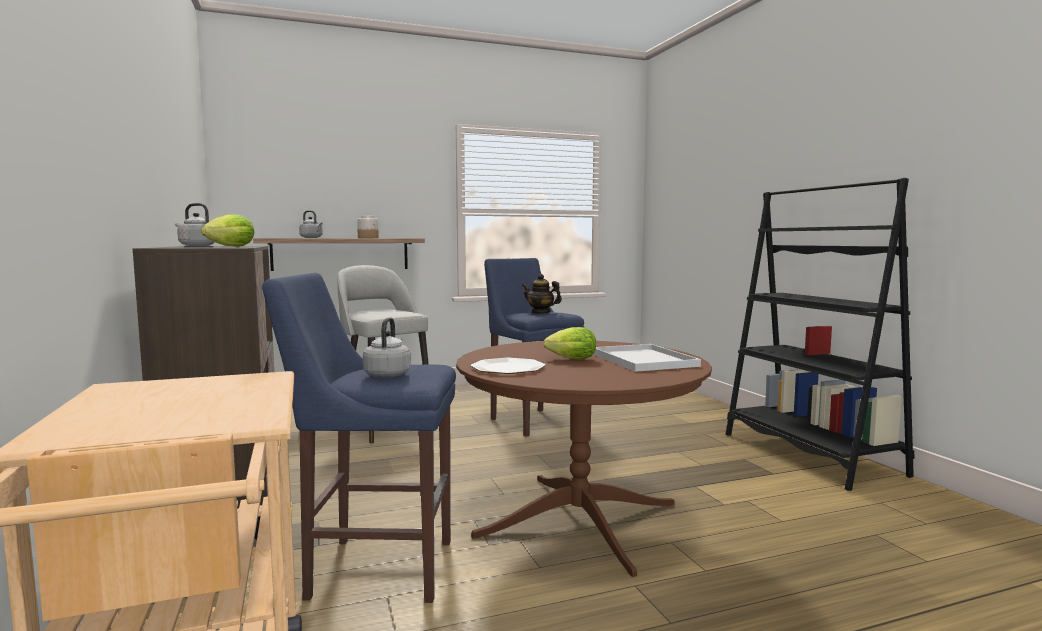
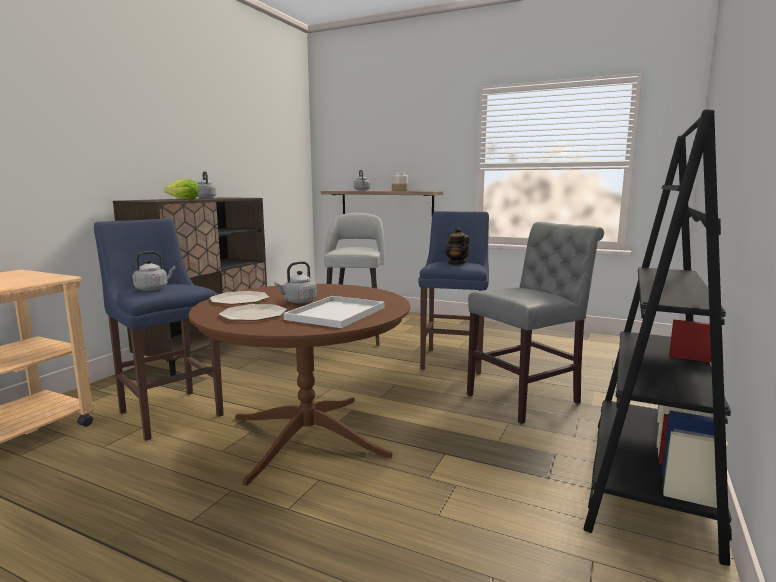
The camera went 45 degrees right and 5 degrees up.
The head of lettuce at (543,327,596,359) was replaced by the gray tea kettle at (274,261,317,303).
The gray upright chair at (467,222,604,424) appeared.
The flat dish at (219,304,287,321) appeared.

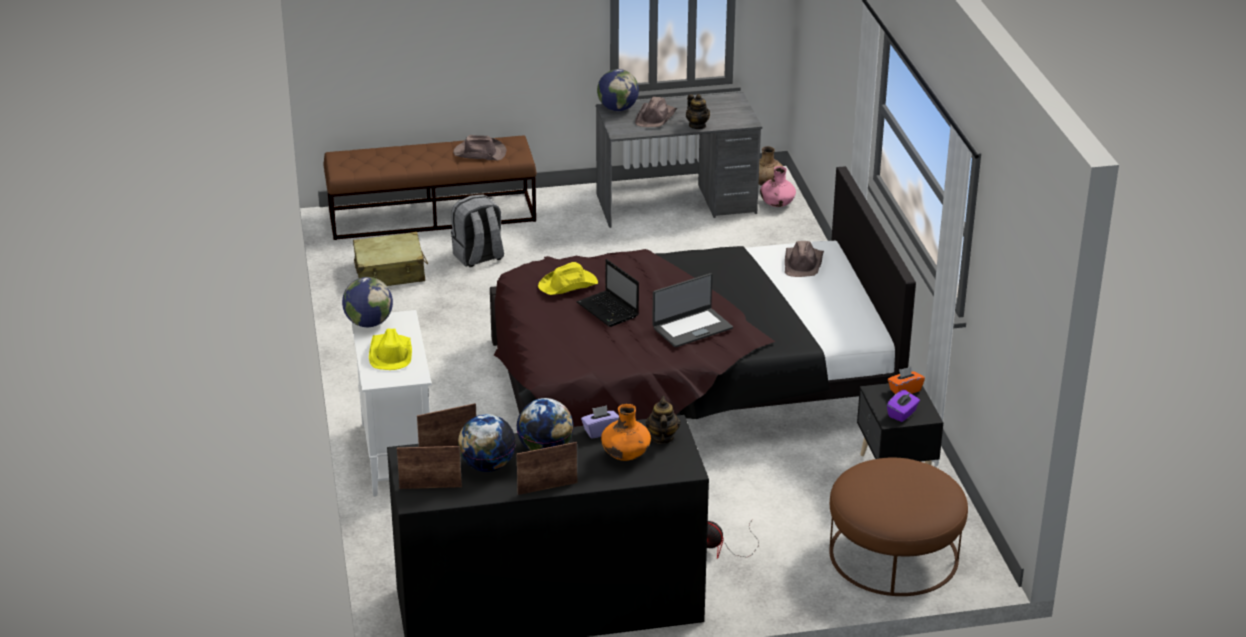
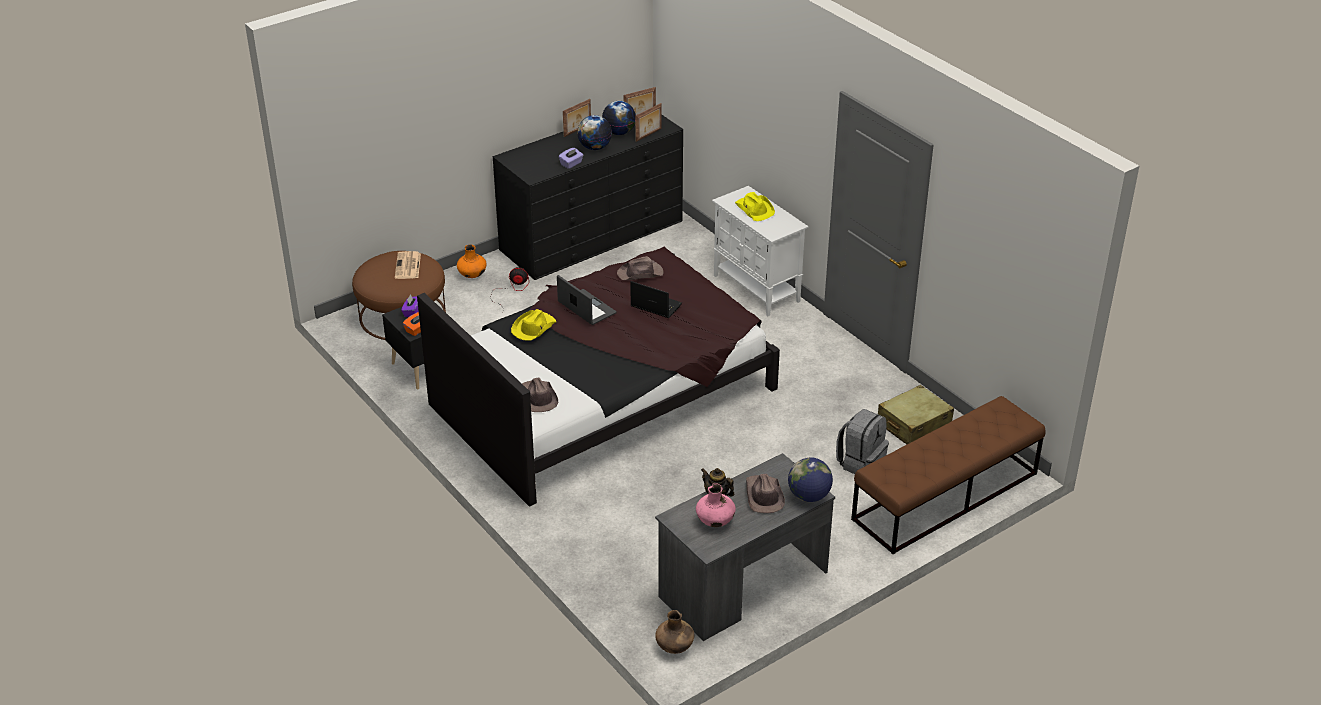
The camera went 155 degrees right and 5 degrees up.
The brown-coloured clothing hat moved from (453,135,506,160) to (617,256,664,280).
The pink-coloured vase moved from (760,166,796,207) to (696,483,736,527).
The yellow-coloured clothing hat moved from (538,262,598,295) to (511,309,556,341).
The laptop at (652,273,733,347) turned 105 degrees clockwise.
The desk globe at (342,277,393,327) disappeared.
The tea pot at (645,396,681,444) disappeared.
The orange vase moved from (601,404,651,461) to (457,245,486,278).
The newspaper at (395,251,421,279) appeared.

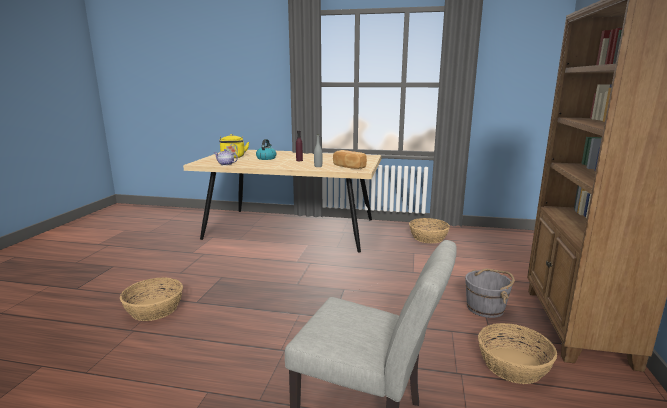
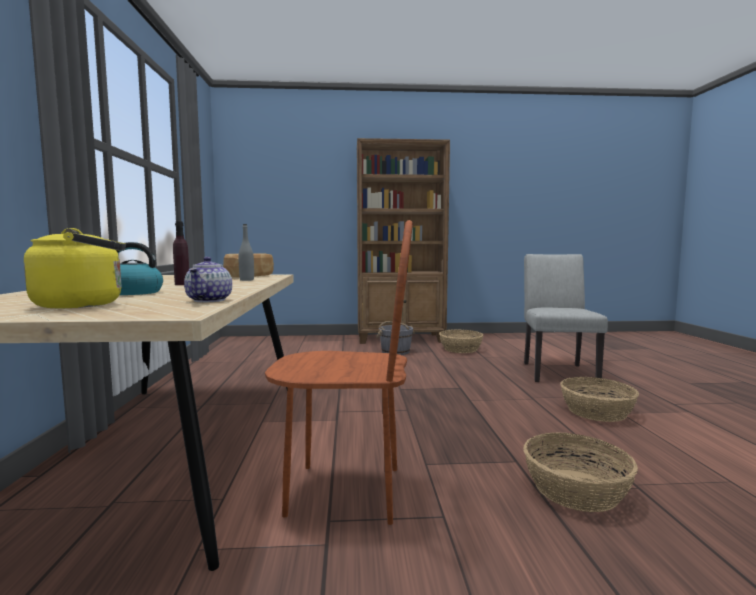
The camera went 105 degrees left and 10 degrees down.
The household basket moved from (409,218,450,243) to (560,377,639,422).
The brown-coloured upright chair at (265,220,413,525) appeared.

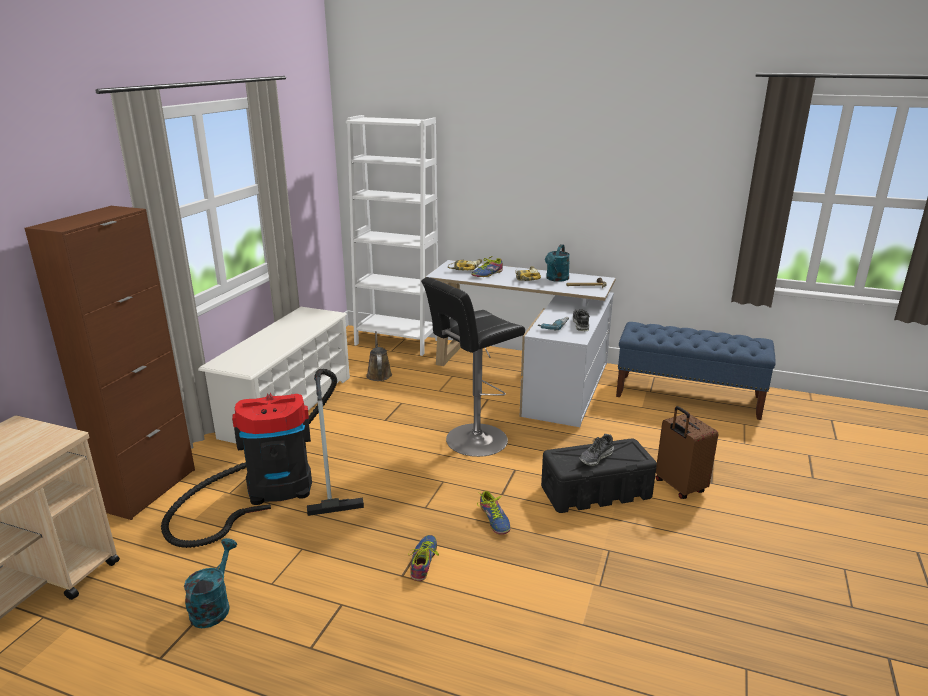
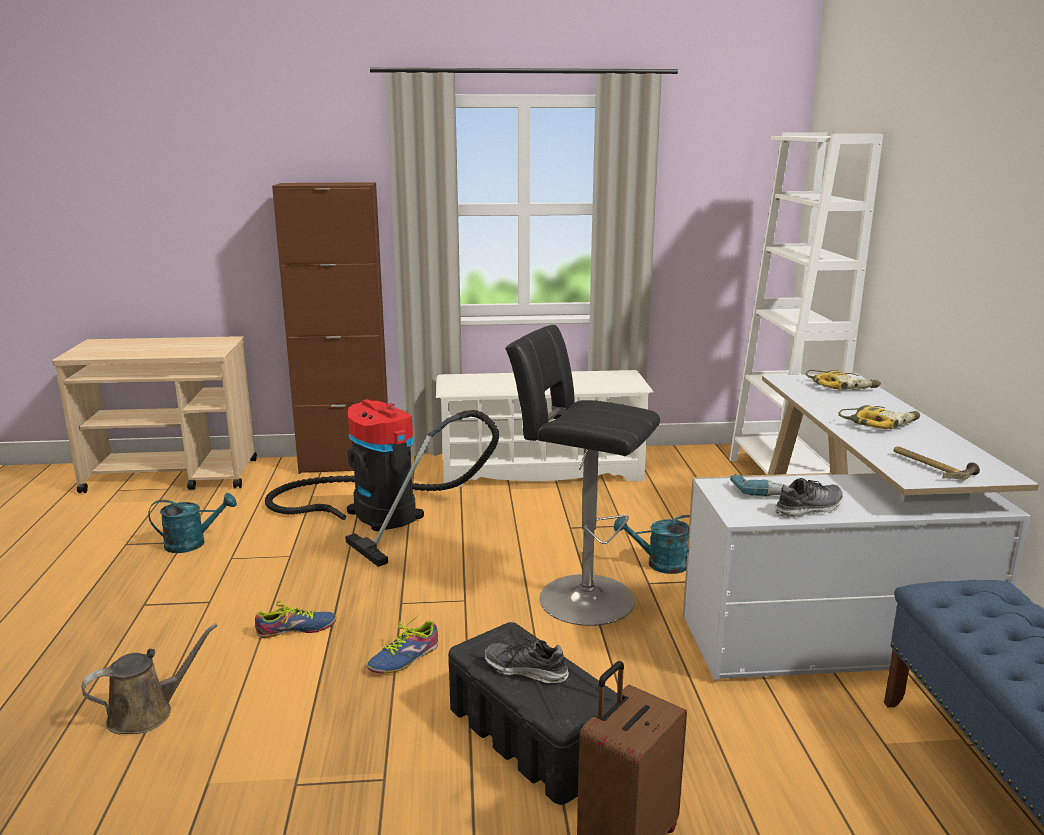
The camera went 65 degrees right and 5 degrees down.
The turquoise-coloured watering can moved from (545,244,570,282) to (614,515,690,574).
The item of footwear at (471,255,503,277) disappeared.
The brown-coloured watering can moved from (366,331,392,381) to (81,623,217,734).

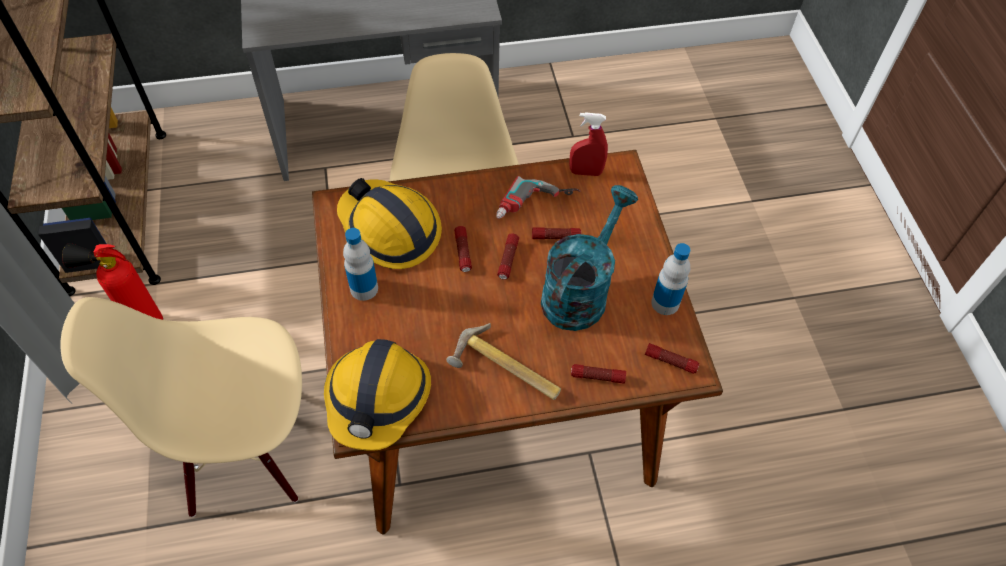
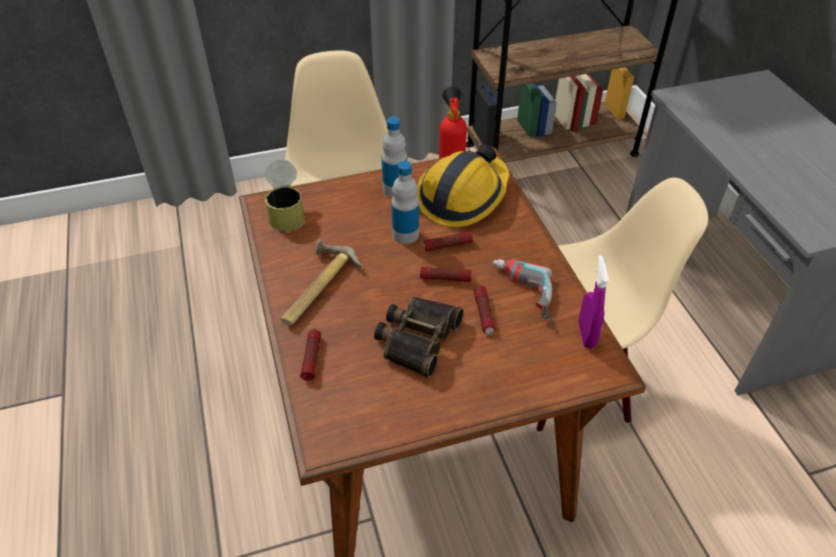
The camera went 85 degrees right and 10 degrees down.
The red hand sprayer at (569,112,608,176) became the purplish hand sprayer at (578,255,609,349).
The turquoise-coloured watering can at (541,185,638,331) was replaced by the field glasses at (374,297,464,378).
The drink bottle moved from (651,243,690,315) to (392,161,419,244).
The hard hat at (324,339,431,451) was replaced by the sealed can at (265,160,305,231).
The torch at (645,343,699,374) disappeared.

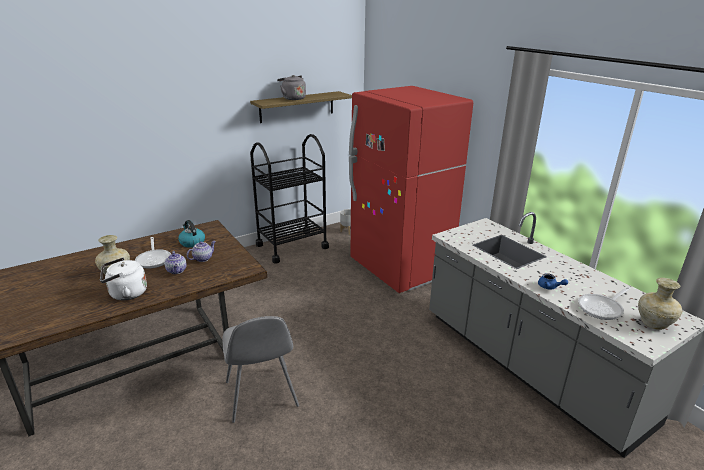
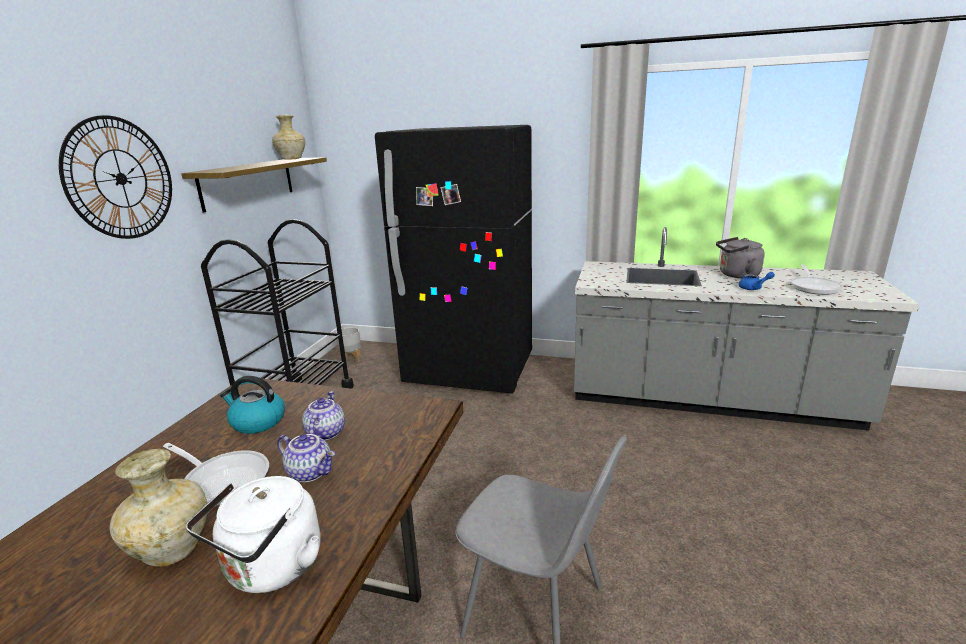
The camera went 40 degrees left and 5 degrees down.
The gray tea kettle moved from (277,75,306,100) to (716,237,765,278).
The red refrigerator at (349,86,473,293) became the black refrigerator at (375,125,532,394).
The beige-coloured vase moved from (638,278,682,330) to (272,115,305,160).
The wall clock at (59,115,172,239) appeared.

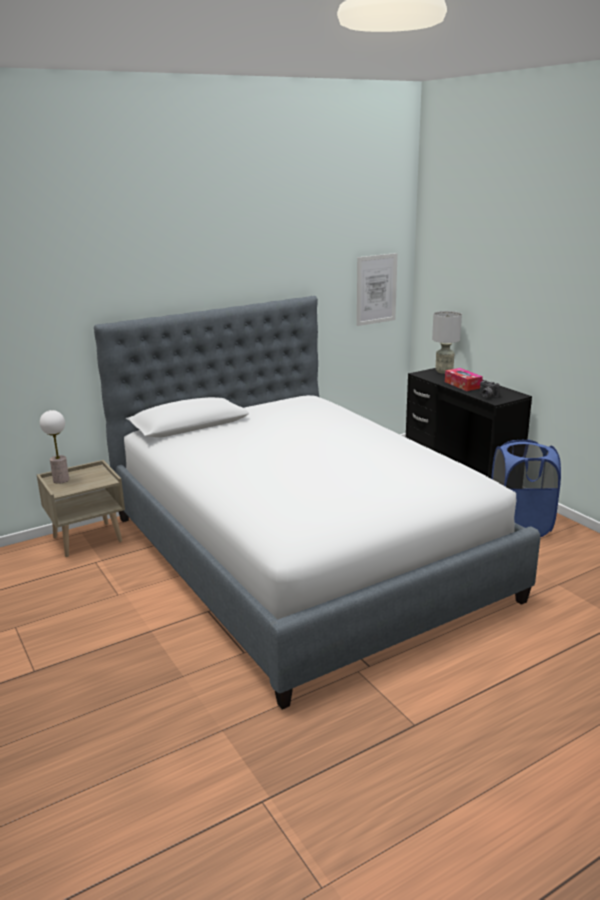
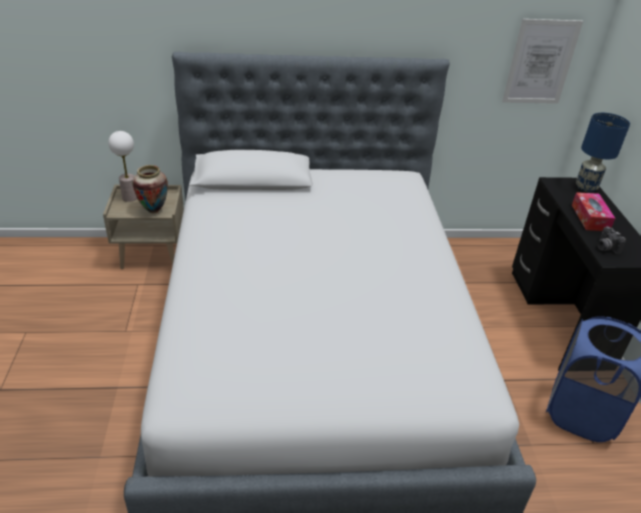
The camera went 25 degrees right and 15 degrees up.
The gray lamp for a table at (432,311,462,374) became the bluish lamp for a table at (576,113,630,192).
The vase at (132,165,168,213) appeared.

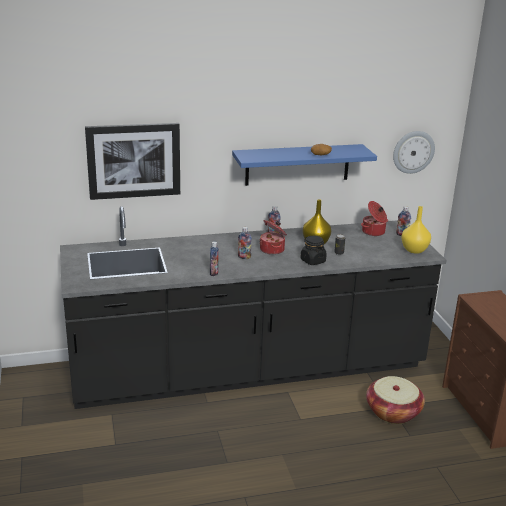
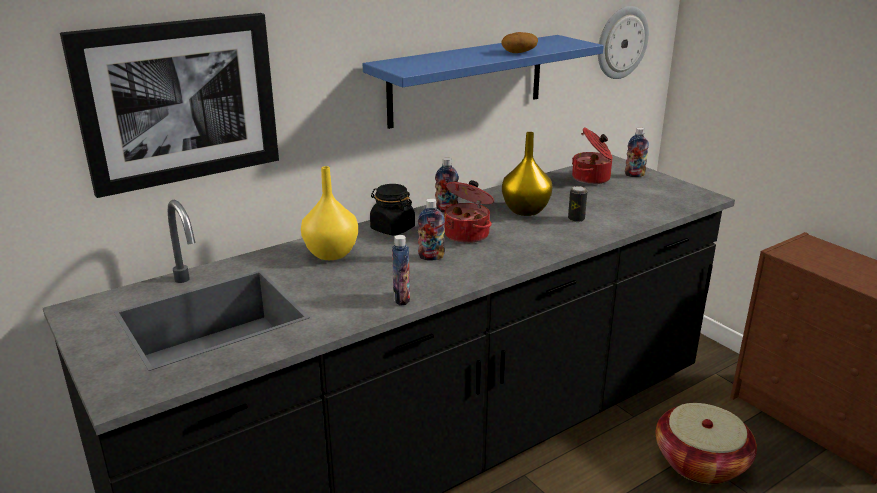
The camera went 20 degrees left and 0 degrees up.
The yellow-coloured vase moved from (401,206,431,254) to (301,166,358,260).
The black storage jar moved from (300,236,327,265) to (370,184,415,235).

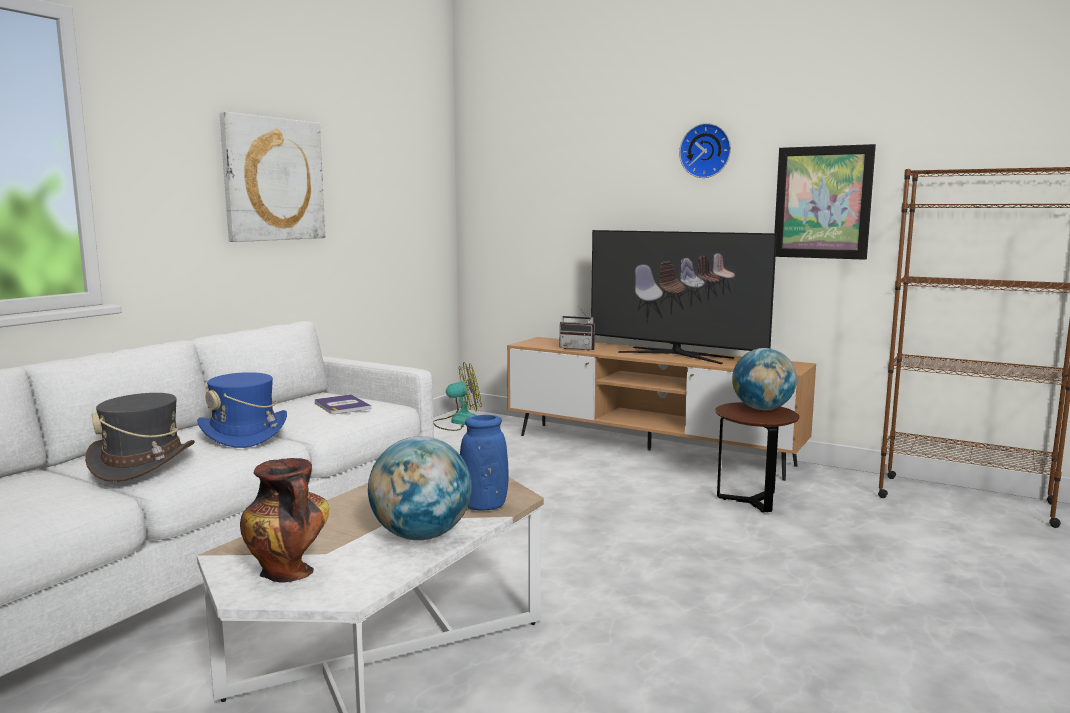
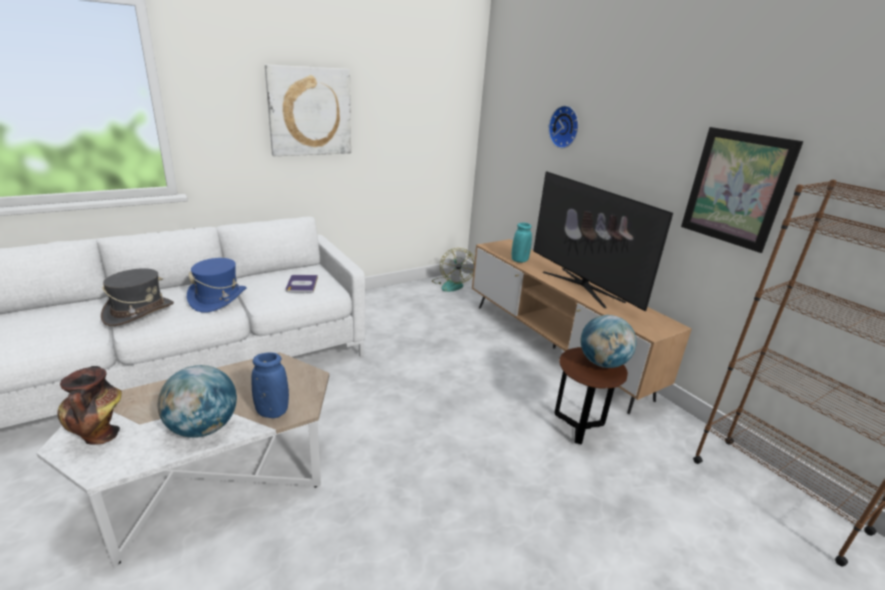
The camera went 25 degrees right and 15 degrees up.
The wall clock moved from (679,123,731,178) to (548,105,579,148).
The radio at (560,306,596,351) was replaced by the turquoise-coloured vase at (512,223,532,263).
The fan at (434,362,482,431) turned 75 degrees clockwise.

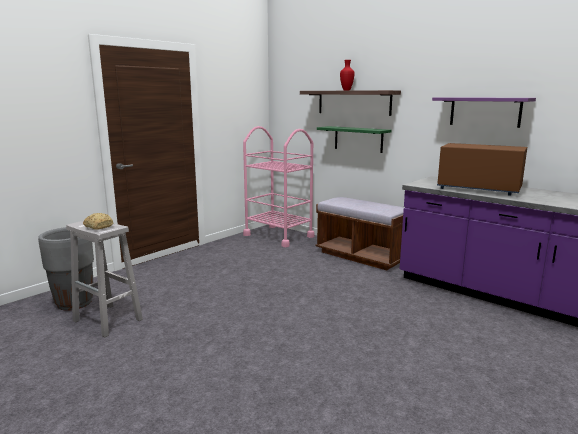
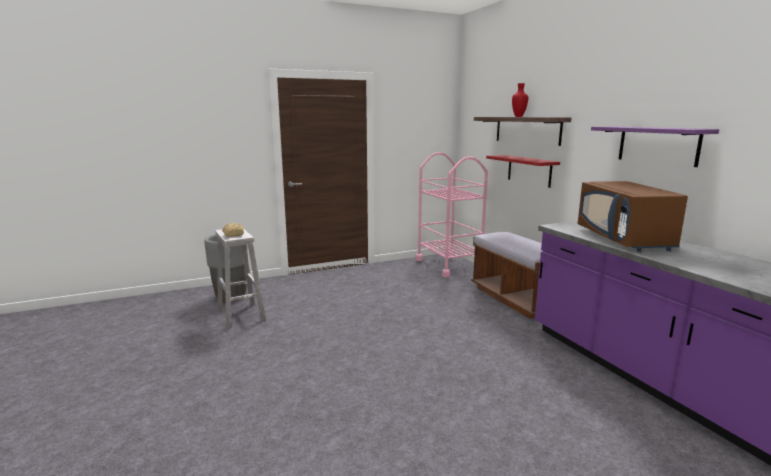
The camera went 25 degrees right and 0 degrees up.
The green-coloured shelf at (317,126,392,153) became the red shelf at (486,155,560,188).
The brown-coloured kitchen microwave at (437,143,527,196) turned 150 degrees counterclockwise.

